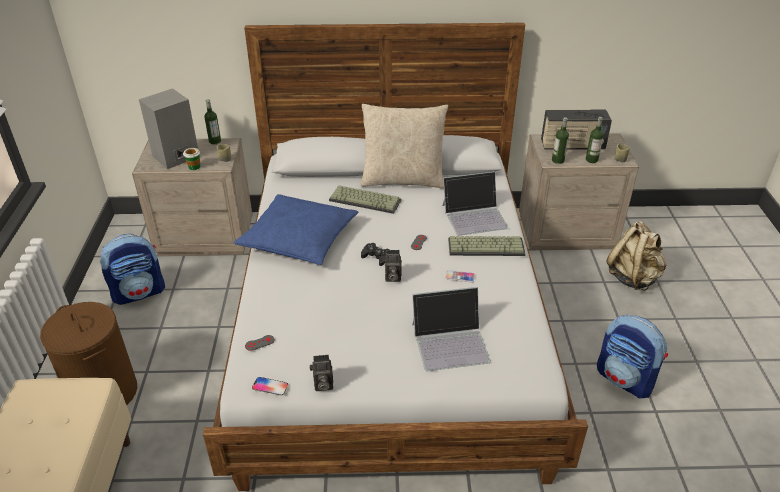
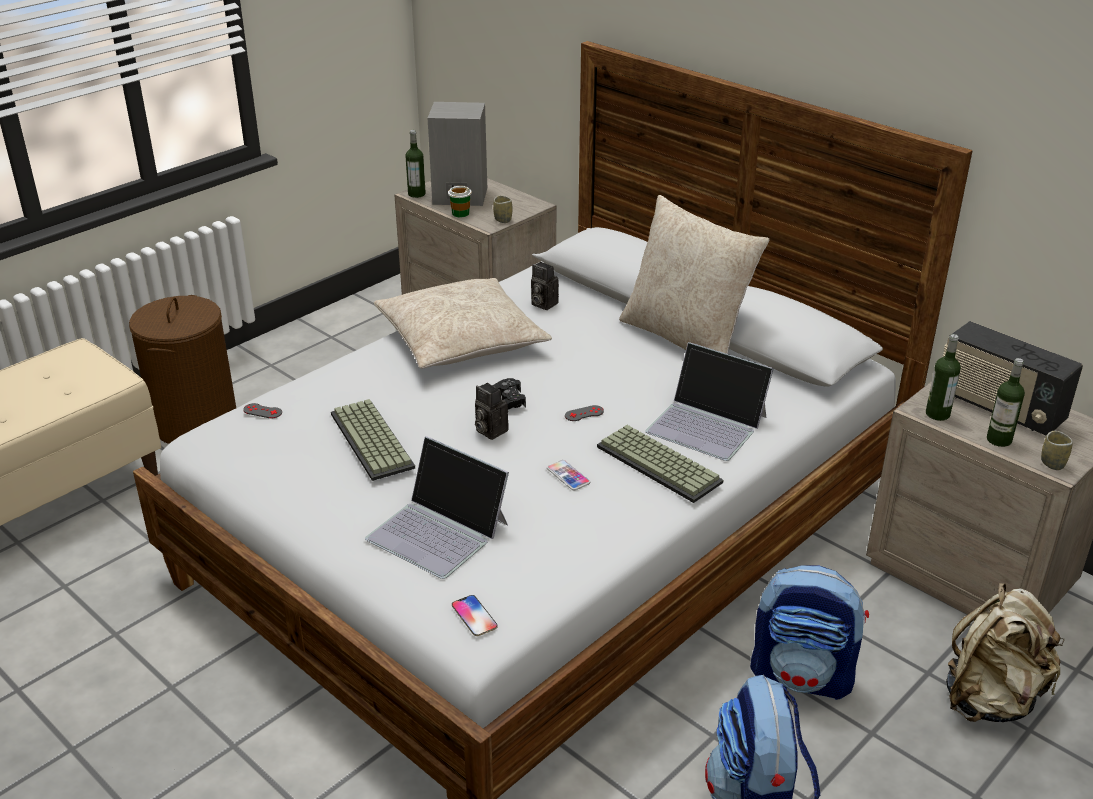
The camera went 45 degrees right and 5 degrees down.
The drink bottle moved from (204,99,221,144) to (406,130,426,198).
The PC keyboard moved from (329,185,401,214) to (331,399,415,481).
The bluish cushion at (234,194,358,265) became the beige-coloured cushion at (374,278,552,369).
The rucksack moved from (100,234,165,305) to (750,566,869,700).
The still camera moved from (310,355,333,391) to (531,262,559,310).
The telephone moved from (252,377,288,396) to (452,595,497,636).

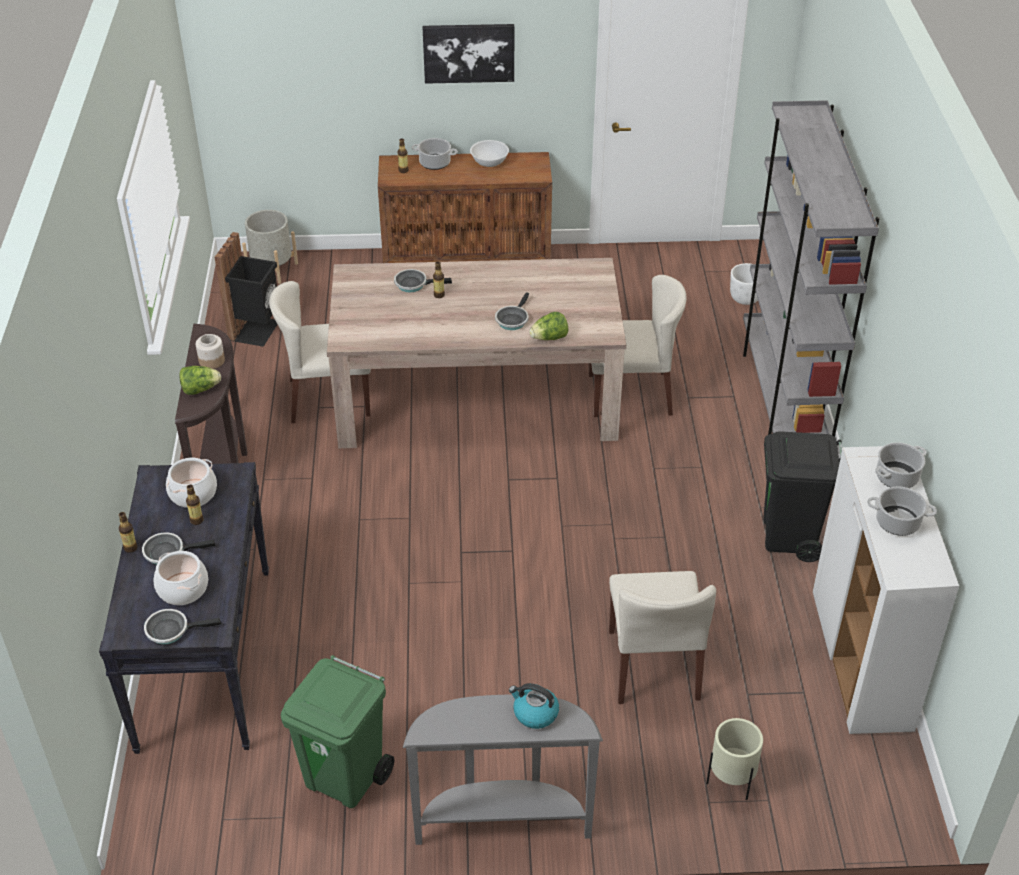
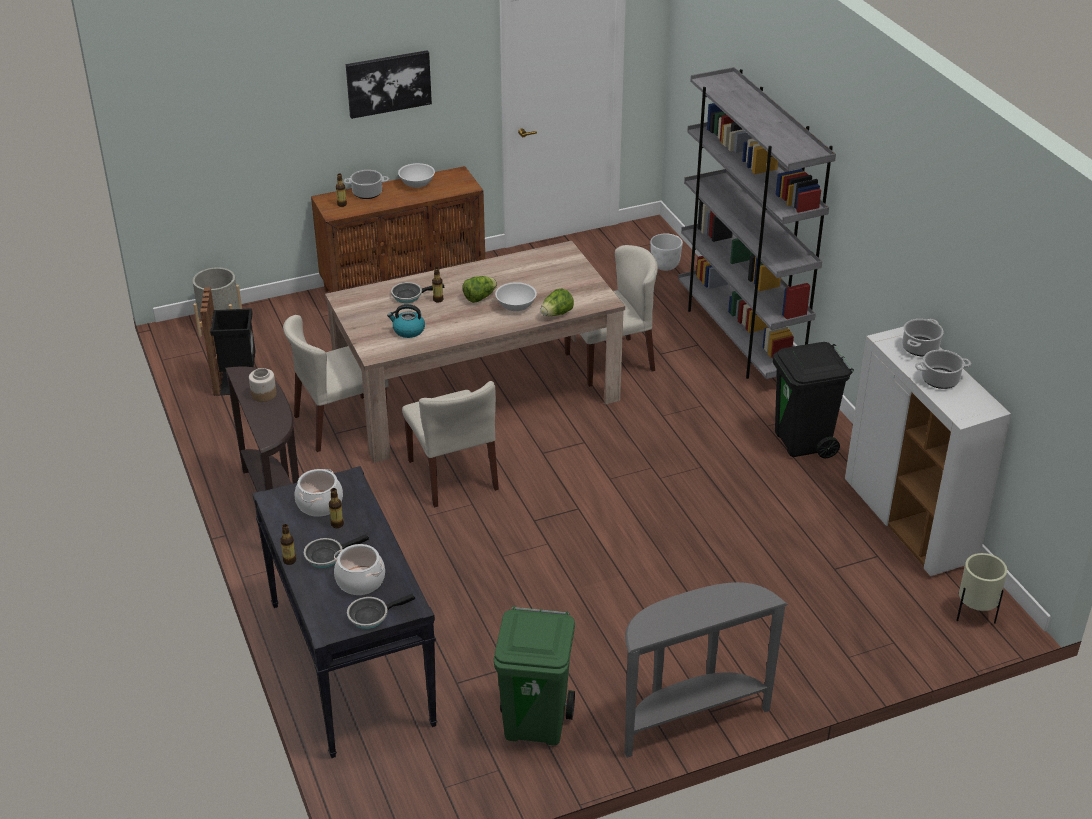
The camera went 20 degrees left and 5 degrees down.
The pan at (495,292,529,330) was replaced by the white bowl at (495,282,537,311).
The head of lettuce moved from (179,366,221,395) to (462,276,497,303).
The beige-coloured upright chair moved from (609,571,716,704) to (402,381,499,507).
The tea kettle moved from (509,683,559,729) to (387,304,425,338).
The beige-coloured plant pot moved from (706,718,763,800) to (956,553,1007,624).

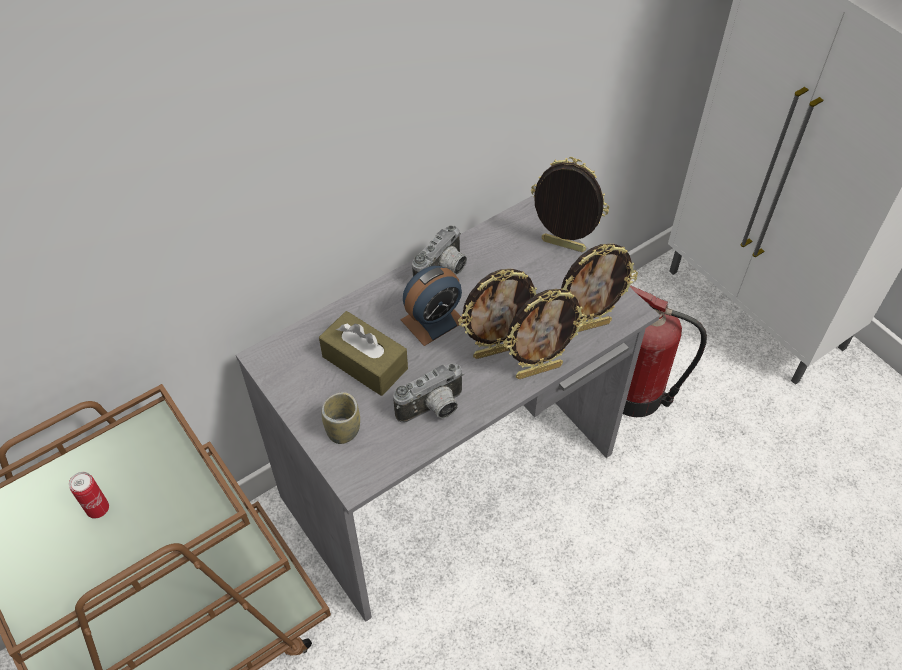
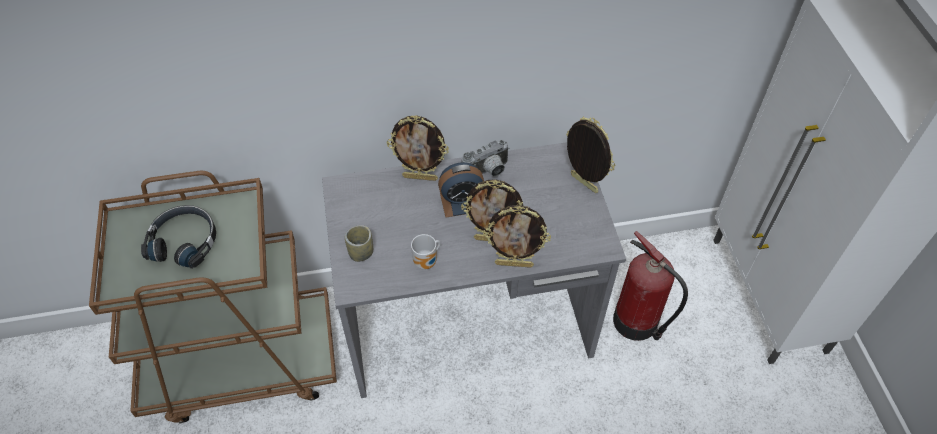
The camera went 25 degrees right and 0 degrees up.
The photo frame moved from (561,244,638,332) to (387,115,449,181).
The brown-coloured box of tissues at (319,311,408,396) disappeared.
The still camera at (393,363,464,423) was replaced by the mug at (411,234,441,270).
The sealed can at (69,472,109,519) was replaced by the black pair of headphones at (141,205,216,269).

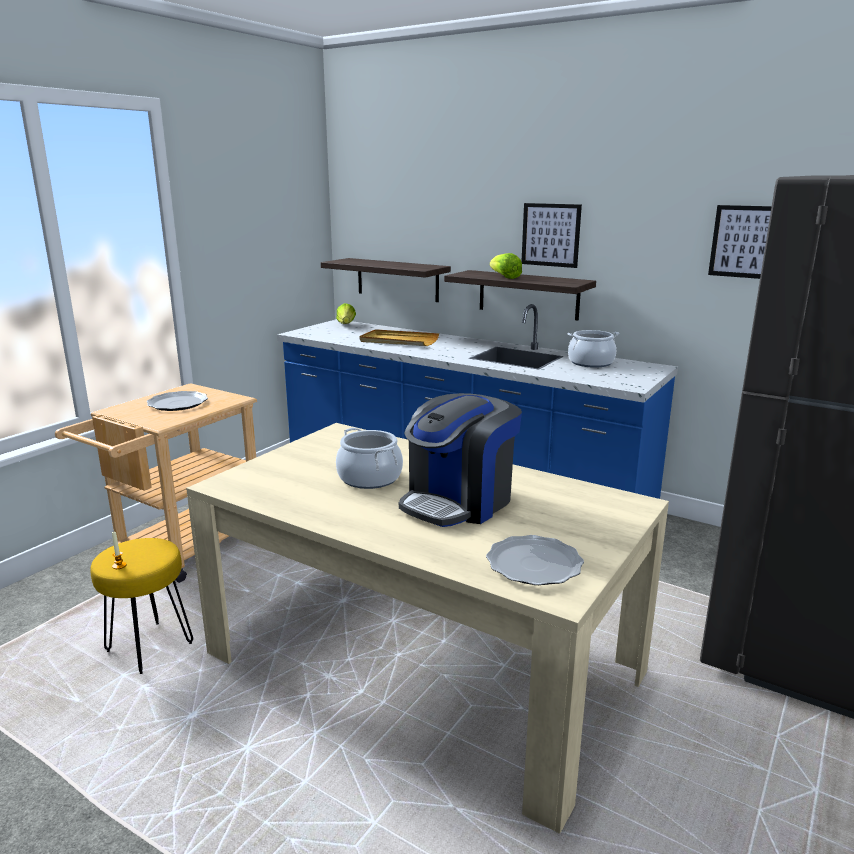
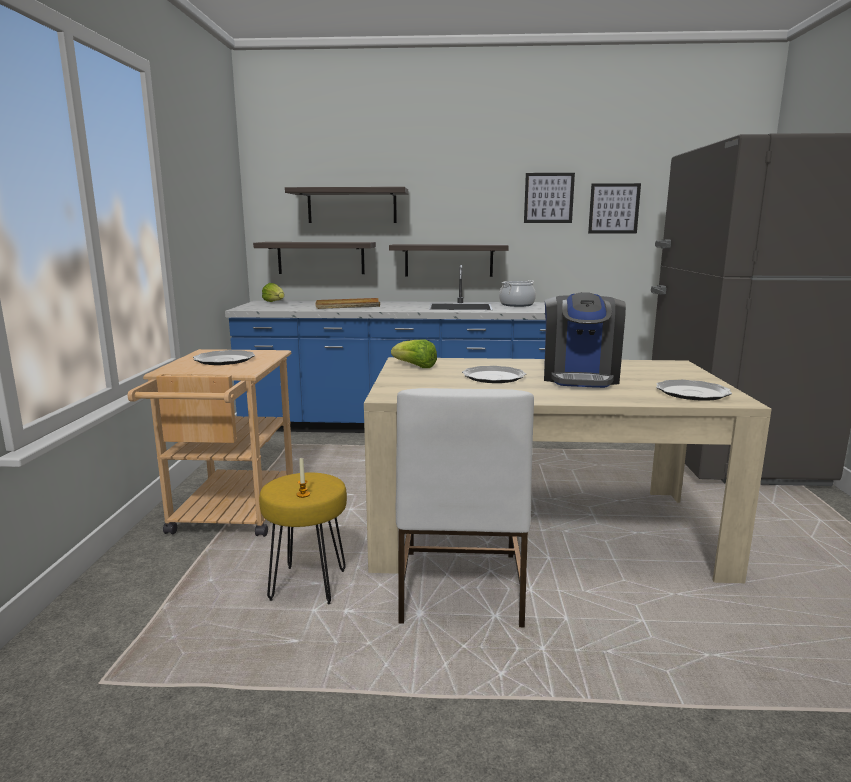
The camera went 30 degrees left and 5 degrees down.
The wall picture moved from (521,203,582,268) to (524,173,575,223).
The head of lettuce moved from (490,253,522,279) to (391,339,437,368).
The stockpot at (336,428,403,489) was replaced by the flat dish at (462,366,526,383).
The shelf at (285,187,408,223) appeared.
The white upright chair at (396,388,534,627) appeared.

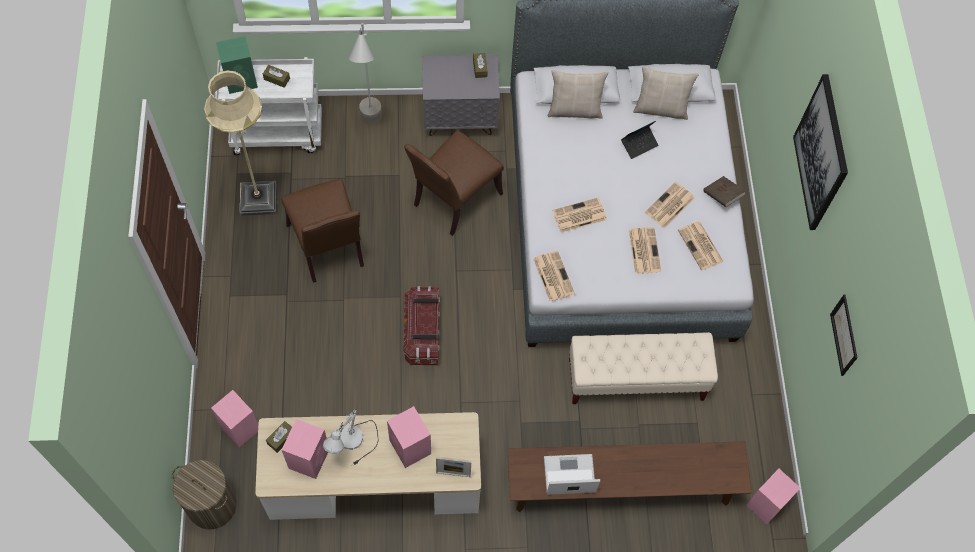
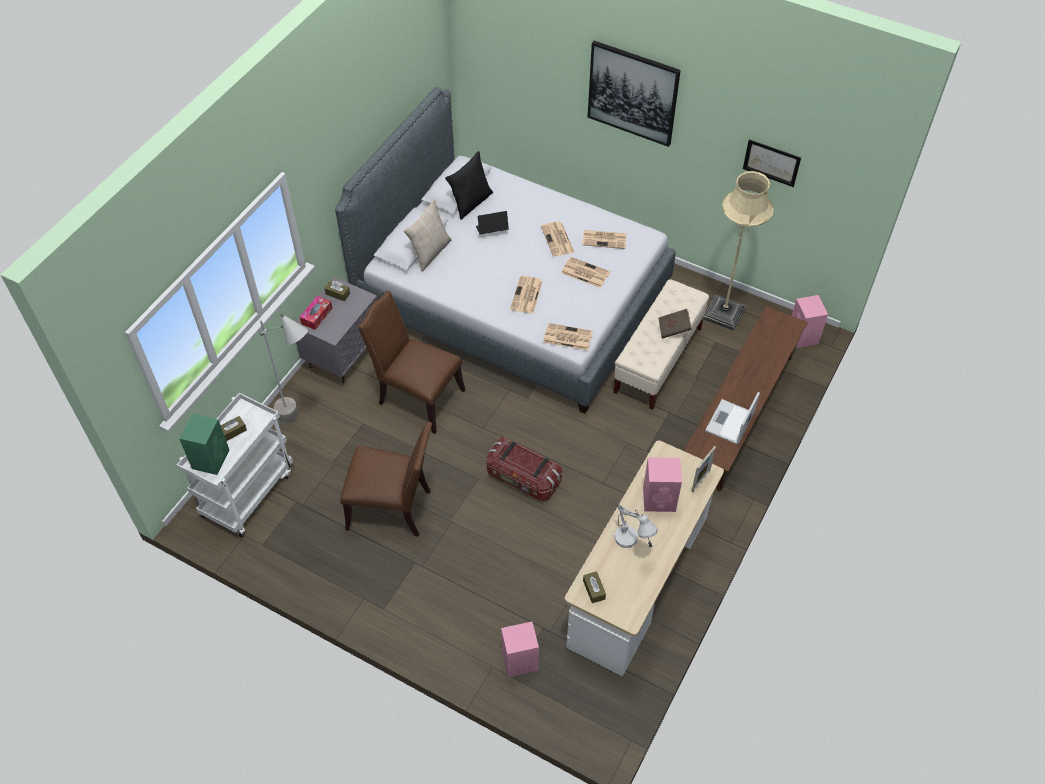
The camera went 55 degrees left and 10 degrees down.
The beige-coloured cushion at (633,66,698,120) became the black cushion at (445,151,493,220).
The beige-coloured standard lamp moved from (204,70,276,216) to (703,171,774,331).
The laptop at (621,121,659,159) turned 105 degrees counterclockwise.
The brown-coloured upright chair at (404,130,504,236) turned 135 degrees clockwise.
The brown-coloured bound book moved from (703,176,746,207) to (658,309,692,338).
The pink-coloured speaker at (282,419,328,479) disappeared.
The laundry basket at (172,460,237,529) disappeared.
The box of tissues at (300,296,332,330) appeared.

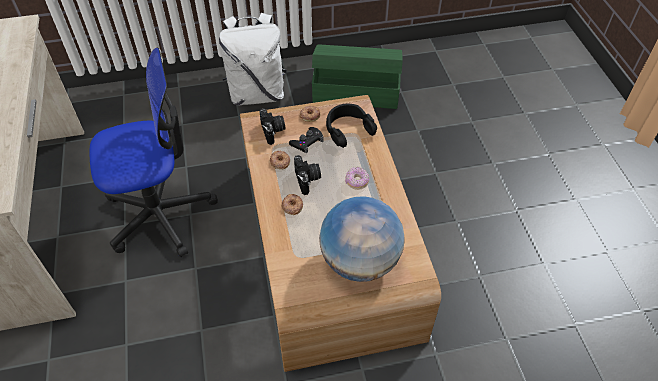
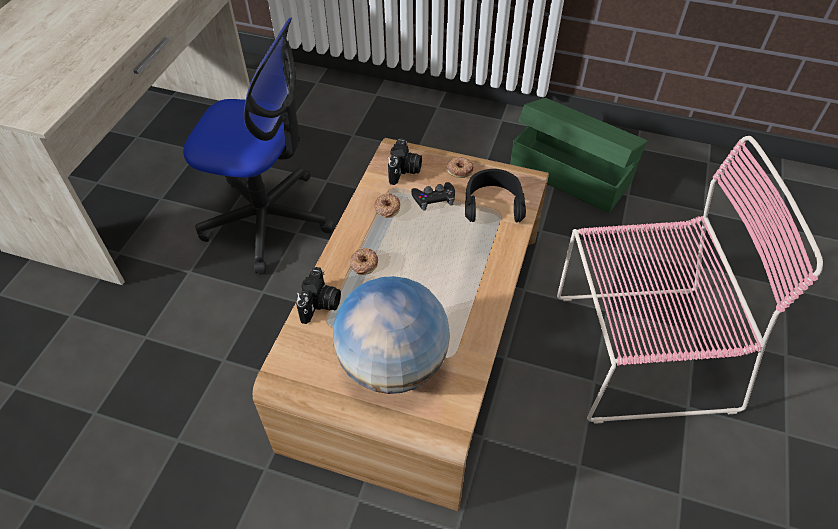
The camera went 30 degrees right and 0 degrees up.
The white rucksack at (219,13,287,106) disappeared.
The still camera moved from (294,155,321,195) to (296,267,341,324).
The ring doughnut at (345,167,369,190) disappeared.
The pink-coloured upright chair at (557,136,823,424) appeared.

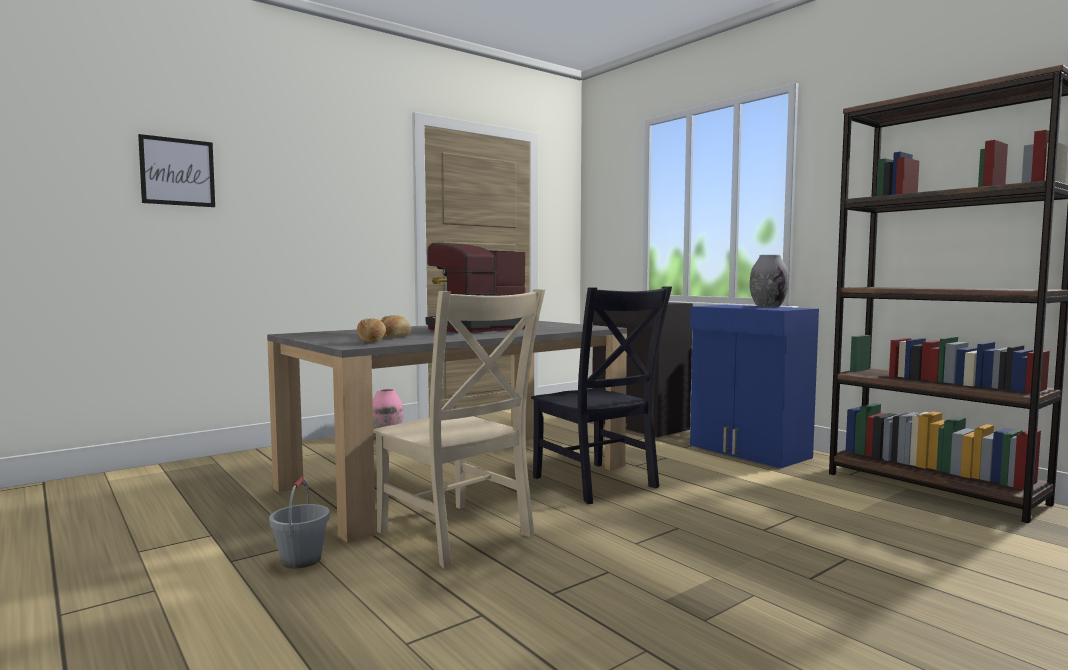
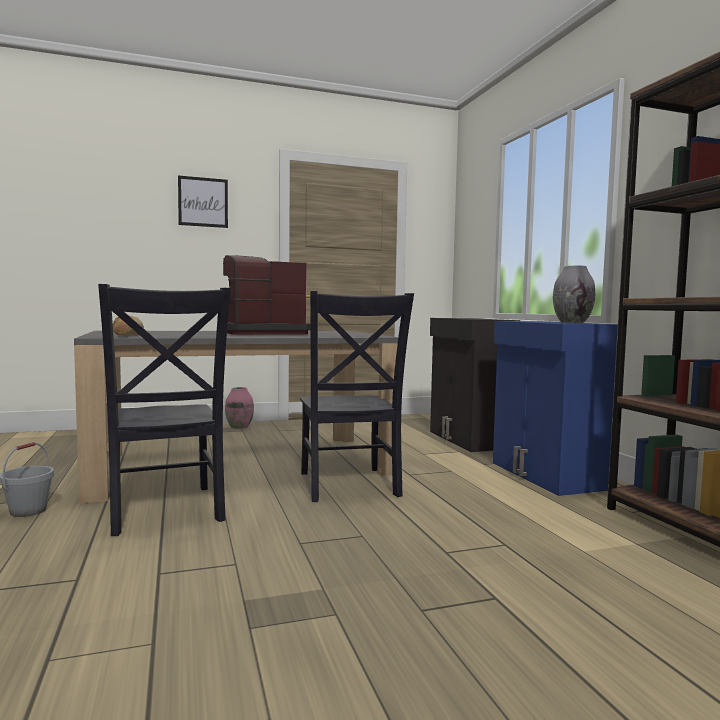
The camera went 20 degrees right and 0 degrees up.
The wall picture moved from (138,134,215,207) to (178,175,228,228).
The beige-coloured upright chair at (373,289,545,569) became the black upright chair at (98,284,231,536).
The baked bread at (381,315,411,338) disappeared.

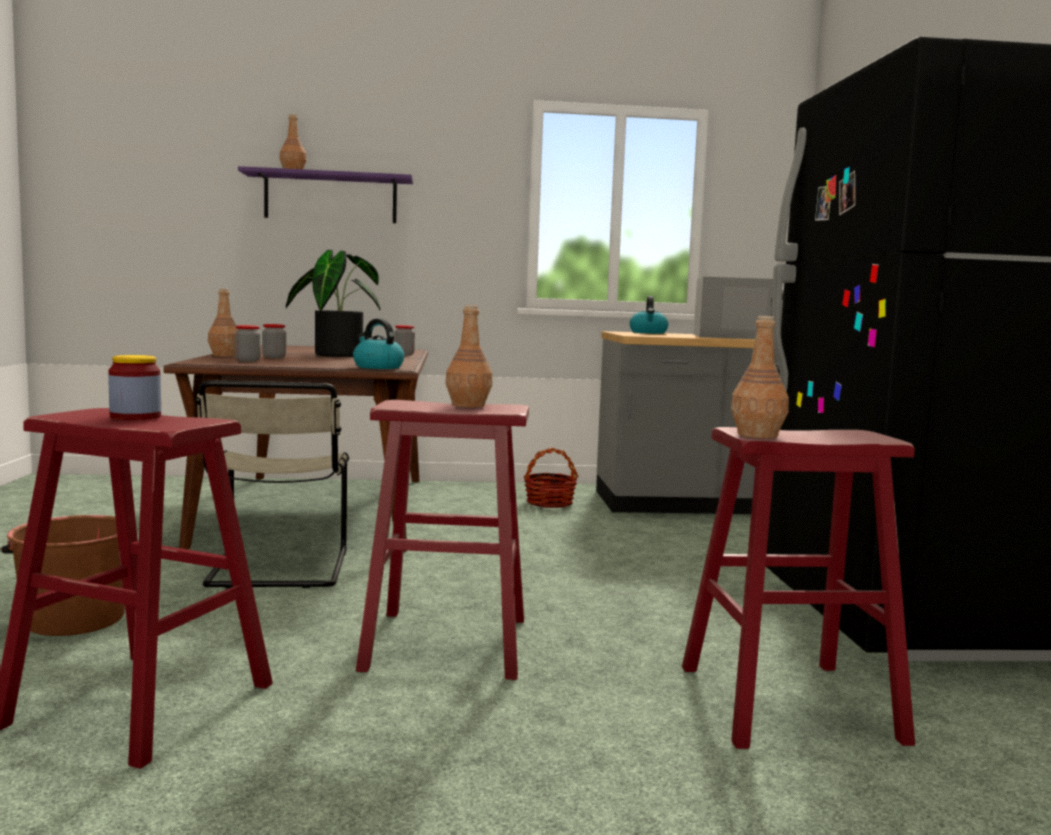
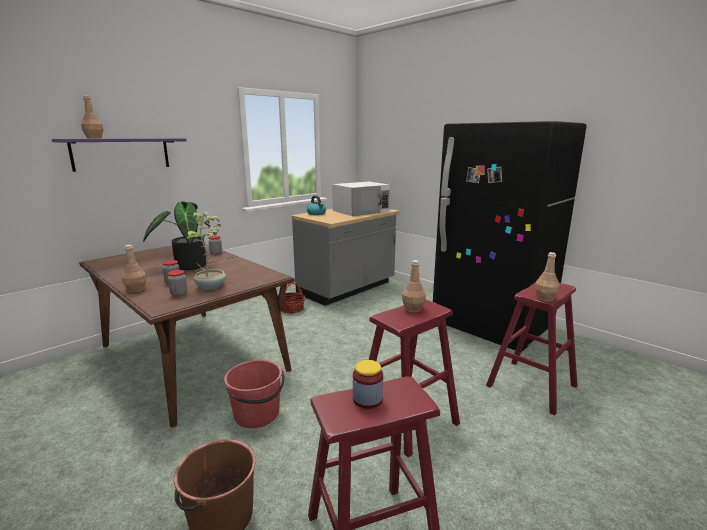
The camera went 40 degrees left and 10 degrees up.
The tea kettle at (353,319,404,369) disappeared.
The beige-coloured upright chair at (195,380,349,589) was replaced by the red bucket at (224,360,285,428).
The houseplant at (186,212,226,290) appeared.

